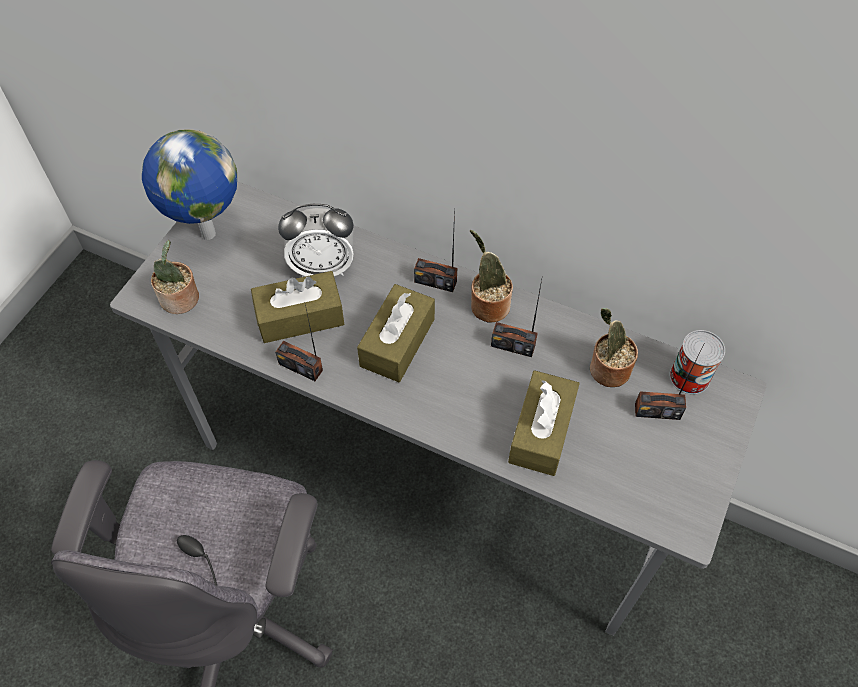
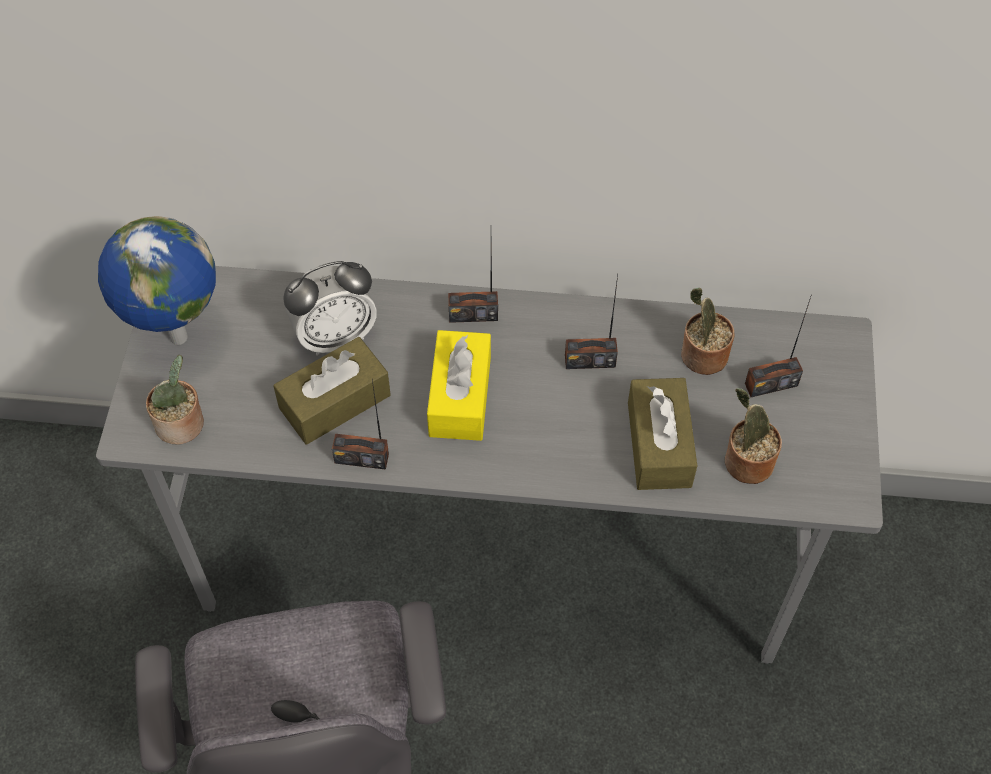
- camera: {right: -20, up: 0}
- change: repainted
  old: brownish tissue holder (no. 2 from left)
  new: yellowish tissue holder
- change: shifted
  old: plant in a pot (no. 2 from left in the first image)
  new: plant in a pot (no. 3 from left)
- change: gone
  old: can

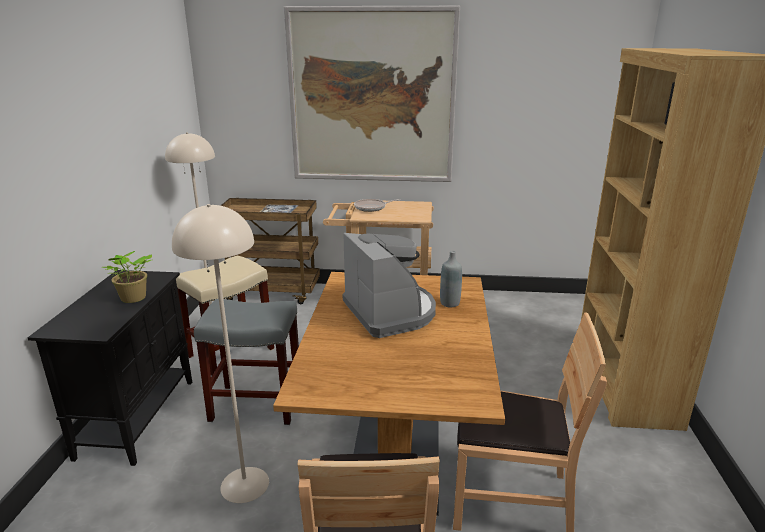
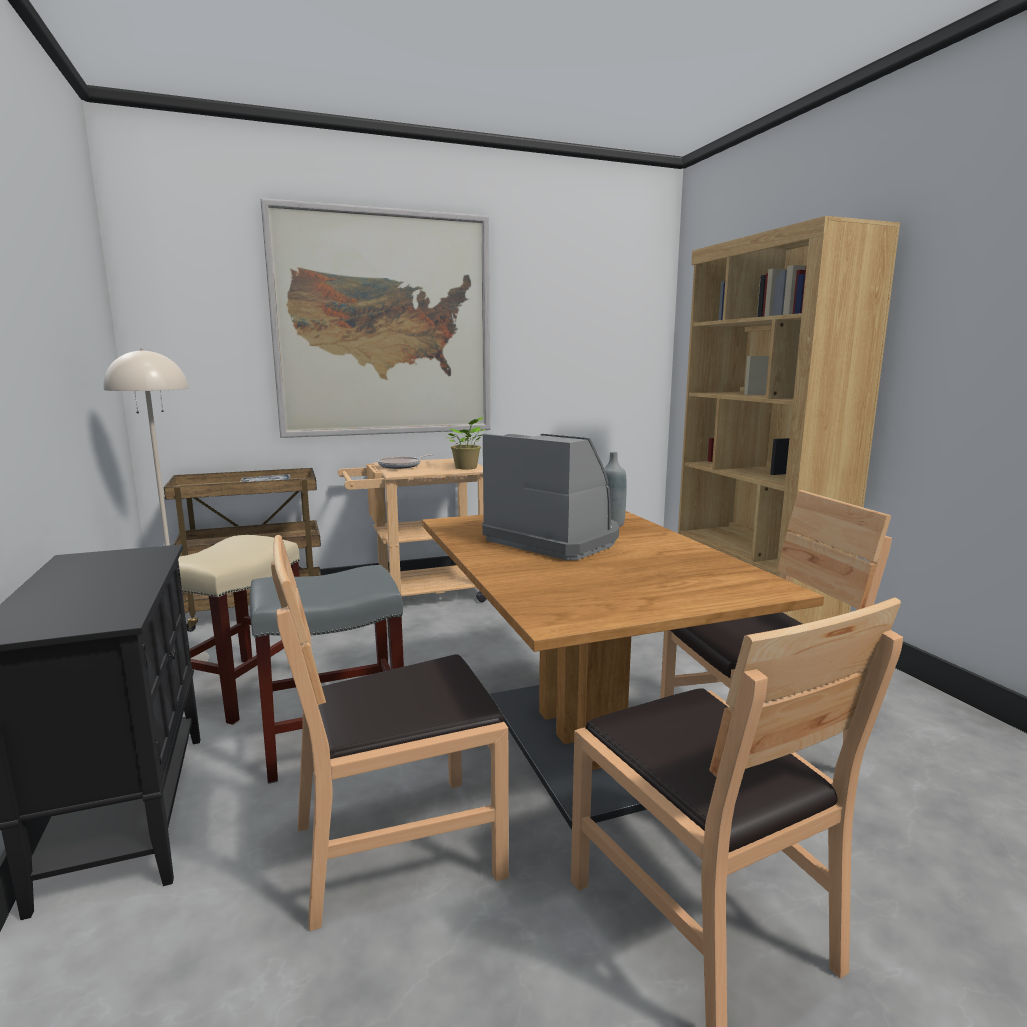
- camera: {right: -25, up: -10}
- change: shifted
  old: plant in a pot
- change: swapped
  old: sand-coloured standard lamp (no. 2 from left)
  new: brownish upright chair (no. 1 from left)

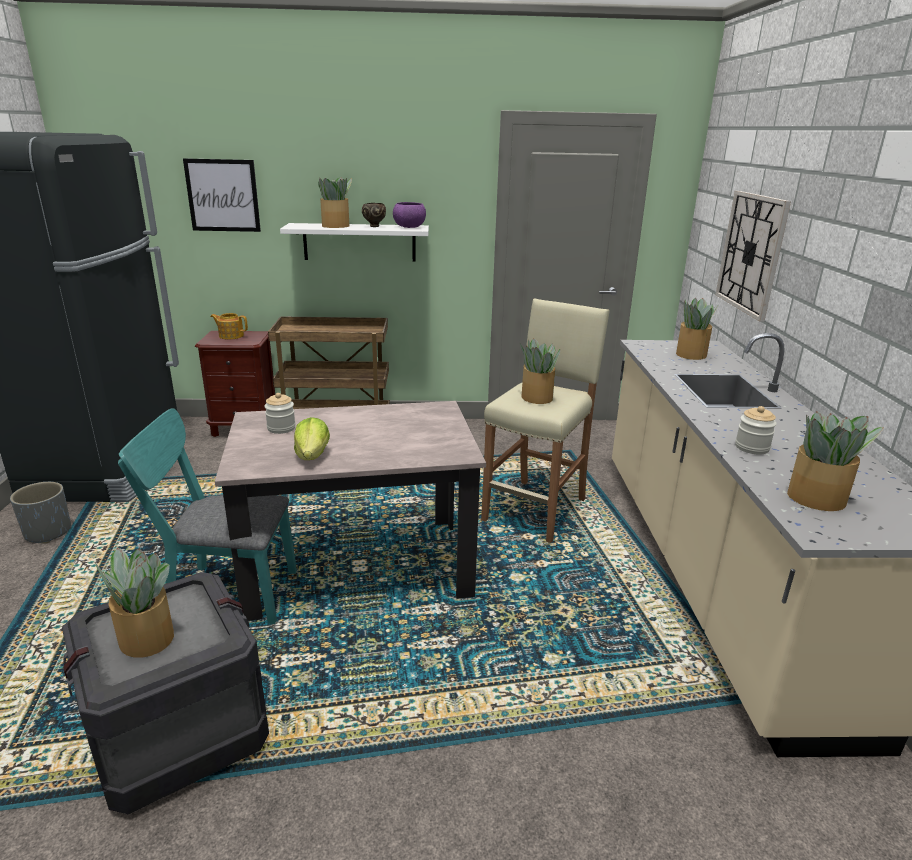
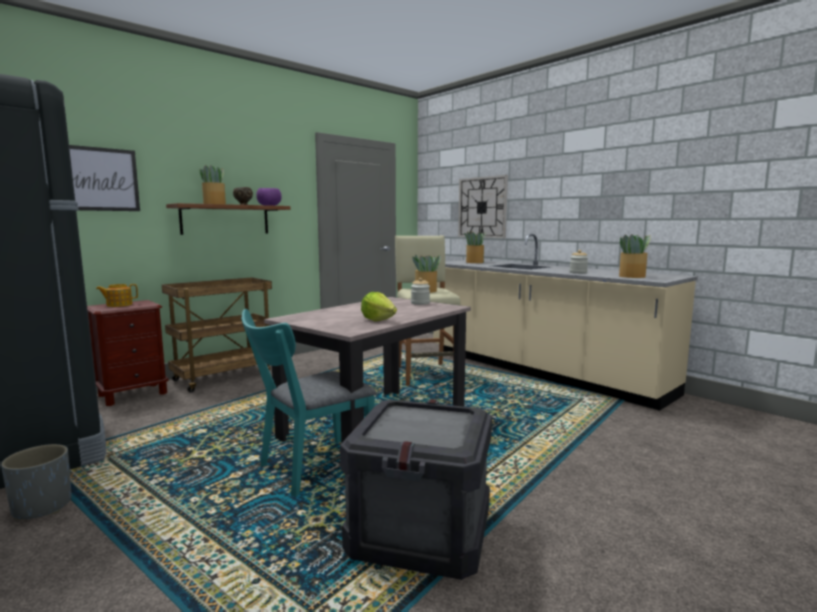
- camera: {right: -40, up: -15}
- change: gone
  old: plant in a pot (no. 1 from left)
- change: shifted
  old: preserve jar (no. 1 from left)
- change: repainted
  old: white-coloured bracket shelf
  new: brownish bracket shelf

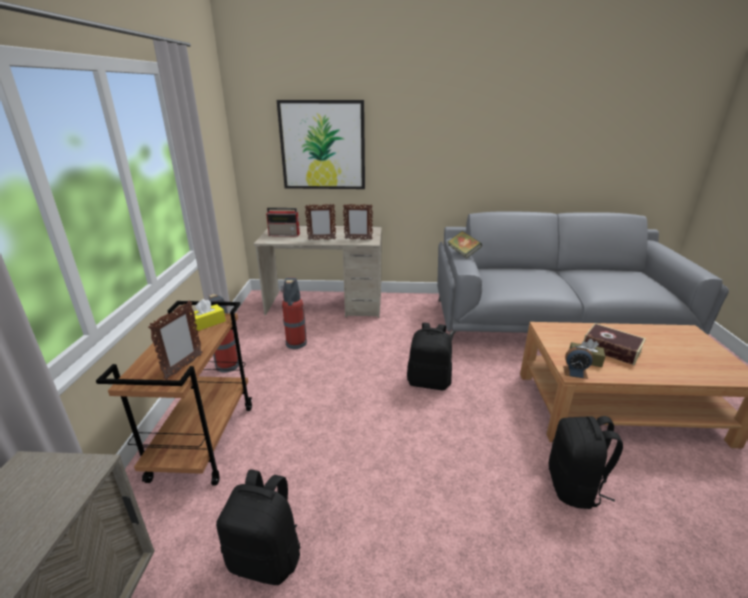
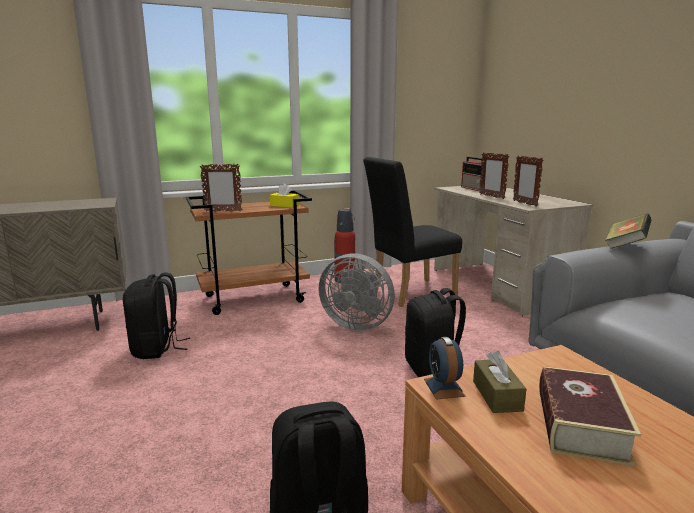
- camera: {right: 65, up: -10}
- change: gone
  old: picture
- change: swapped
  old: fire extinguisher (no. 2 from left)
  new: black upright chair
- change: new
  new: grey fan

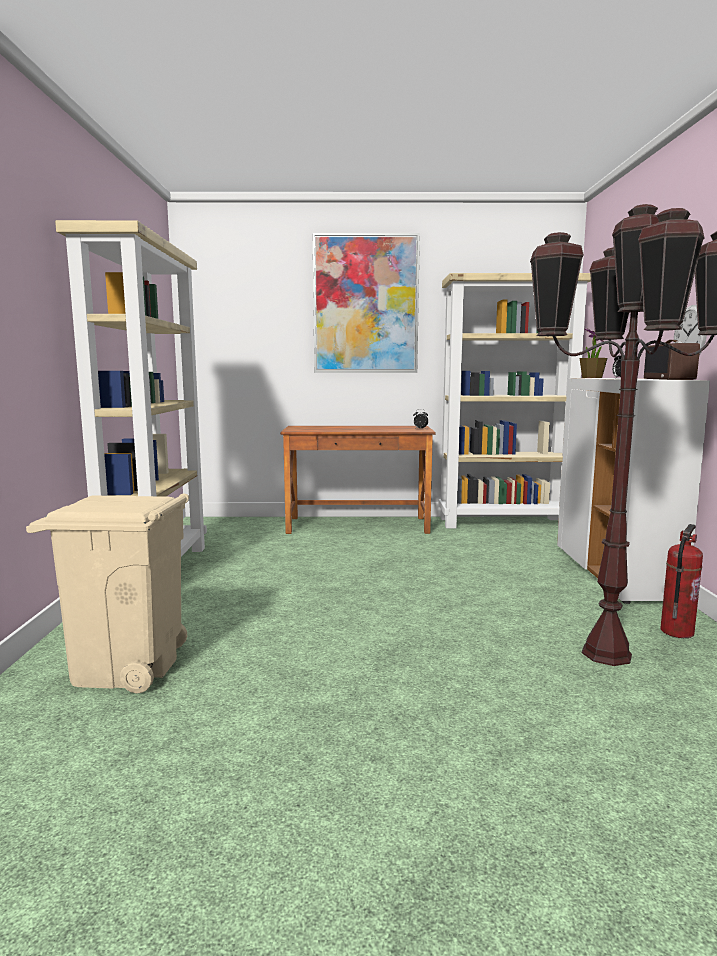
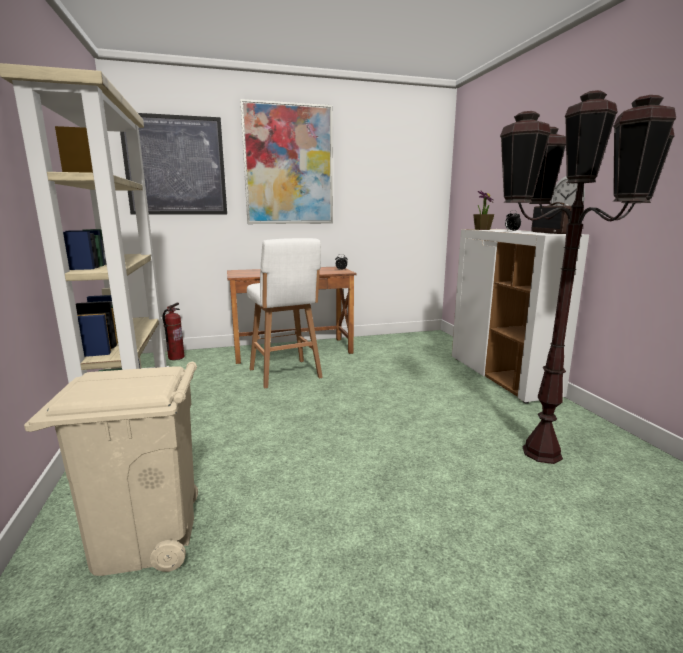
- camera: {right: -15, up: 5}
- change: gone
  old: sand-coloured shelving unit (no. 2 from left)
- change: shifted
  old: fire extinguisher
- change: new
  new: picture (no. 1 from left)
- change: new
  new: white-coloured stool seat

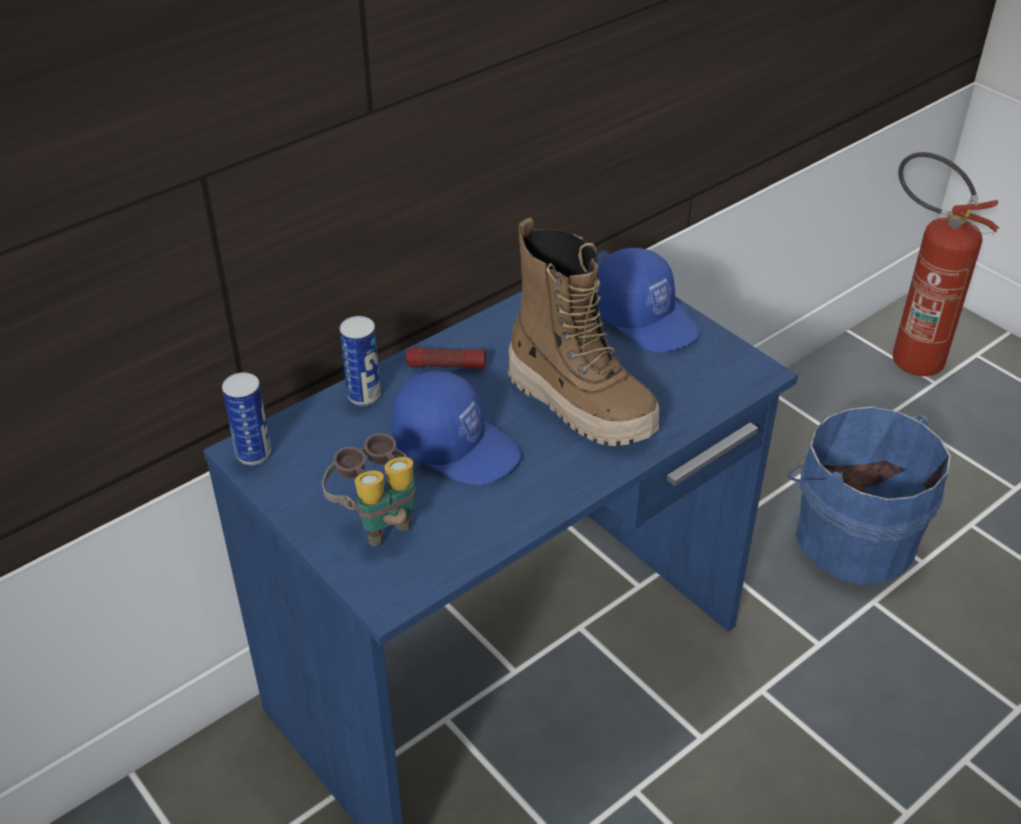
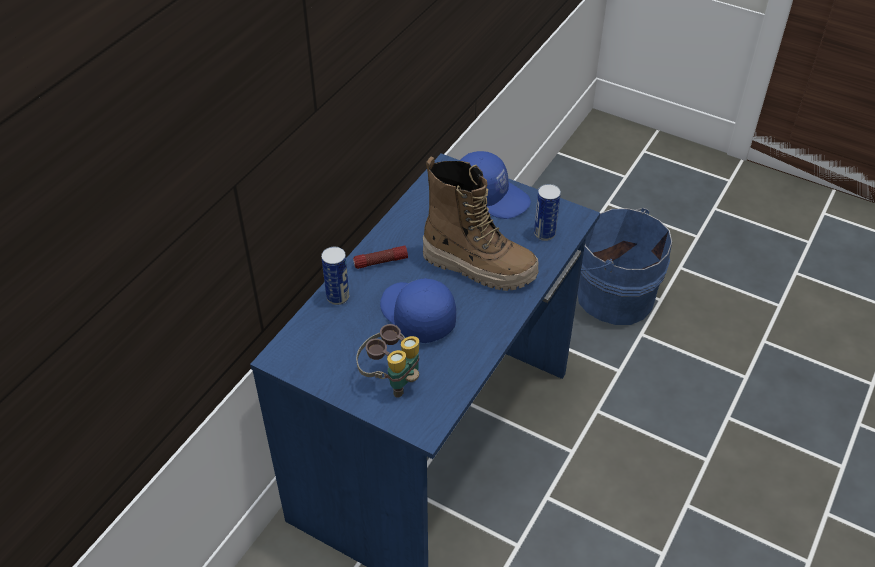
- camera: {right: -20, up: 5}
- change: shifted
  old: can (no. 1 from left in the first image)
  new: can (no. 2 from left)
- change: rotated
  old: blue-coloured peaked cap (no. 1 from left)
  degrees: -135
- change: gone
  old: fire extinguisher

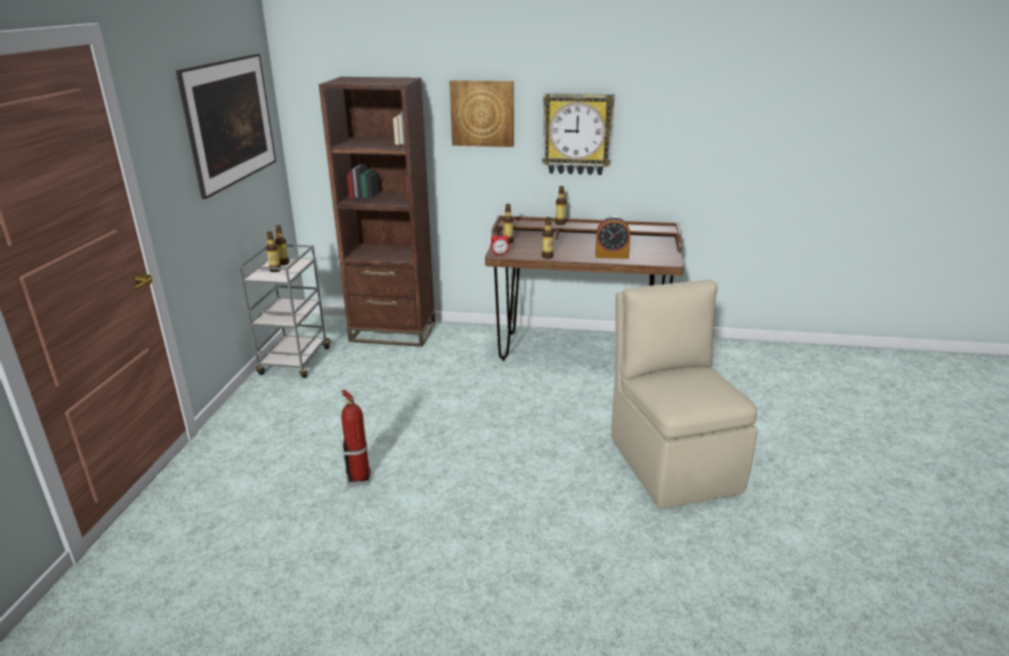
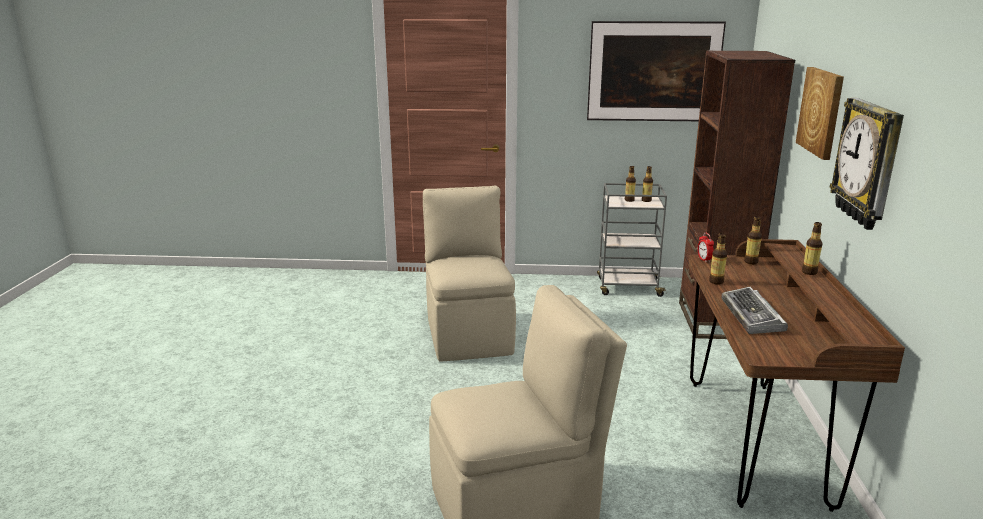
- camera: {right: 85, up: -5}
- change: swapped
  old: fire extinguisher
  new: sand-coloured upright chair (no. 1 from left)
- change: swapped
  old: table clock (no. 2 from left)
  new: PC keyboard

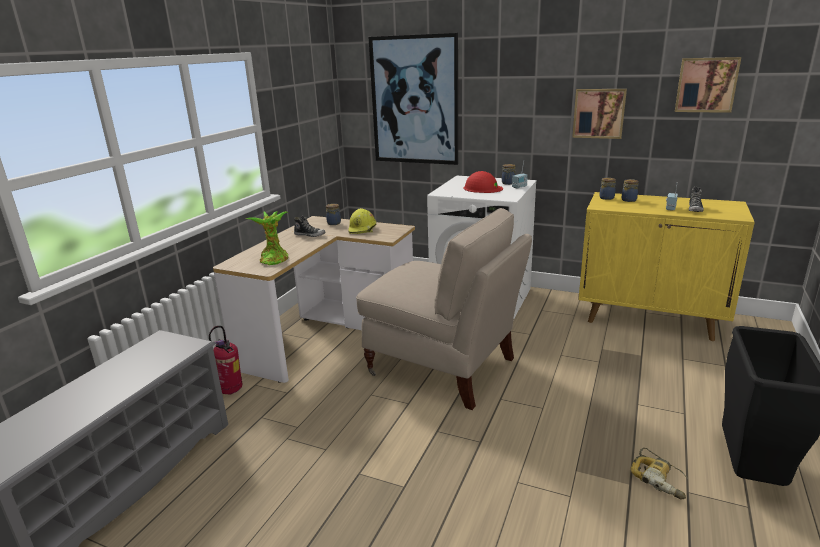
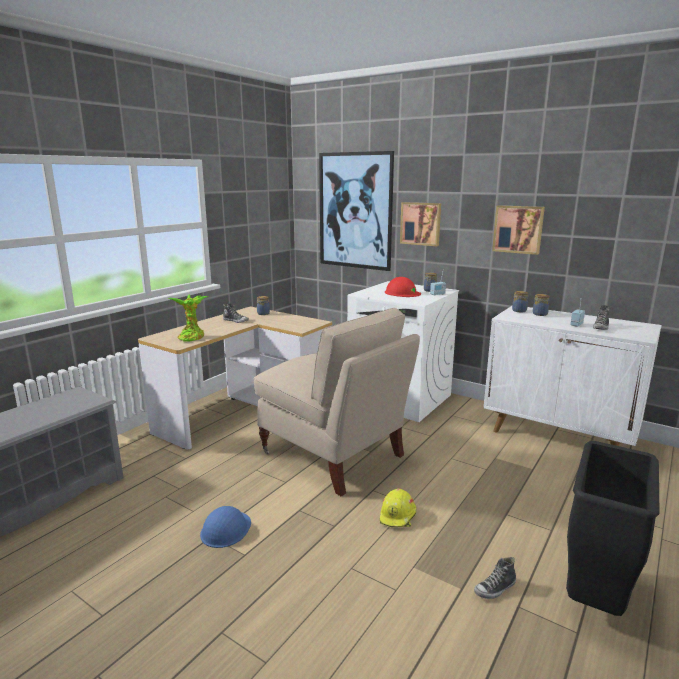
- camera: {right: 10, up: -5}
- change: gone
  old: fire extinguisher
- change: shifted
  old: yellowish hard hat
- change: repainted
  old: yellowish cabinet
  new: white-coloured cabinet
- change: swapped
  old: power drill
  new: shoe (no. 2 from left)
- change: shifted
  old: picture (no. 3 from left in the first image)
  new: picture (no. 2 from left)
- change: new
  new: blue-coloured hard hat

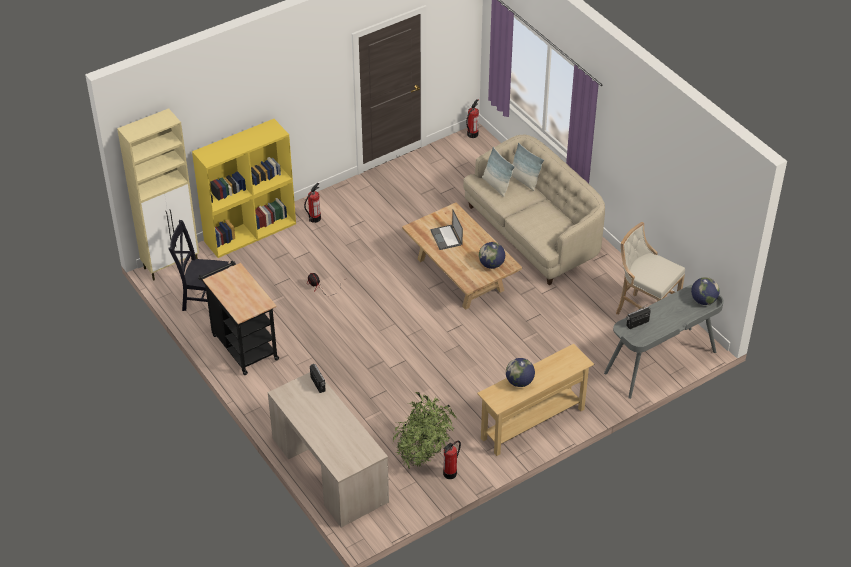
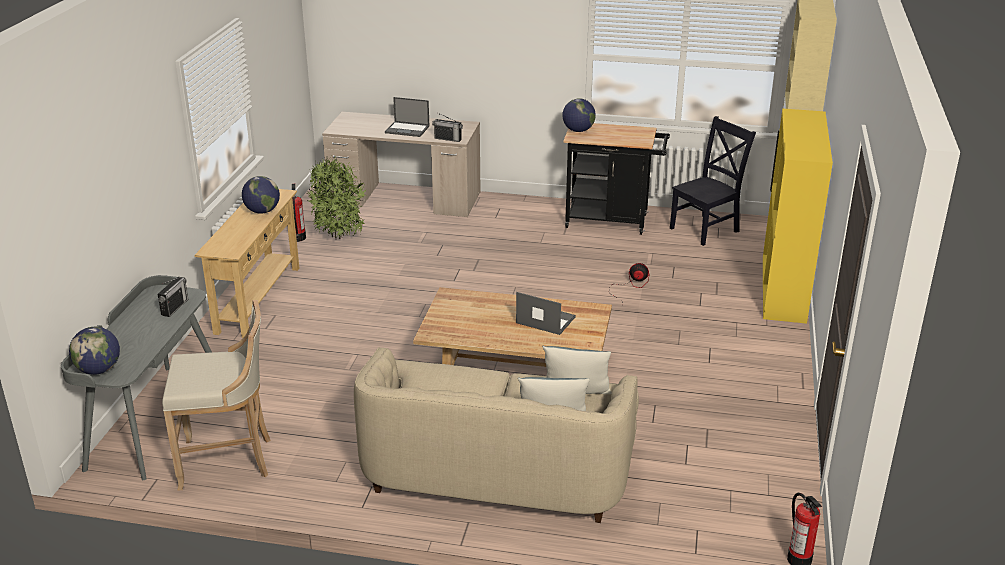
- camera: {right: 135, up: -15}
- change: gone
  old: fire extinguisher (no. 1 from left)
- change: shifted
  old: globe (no. 1 from left in the first image)
  new: globe (no. 3 from left)
- change: new
  new: laptop (no. 1 from left)

